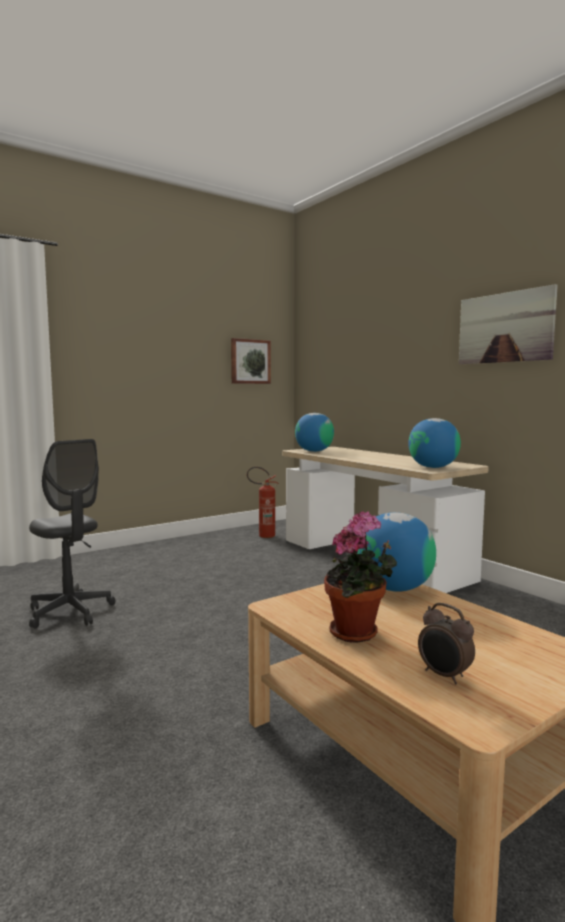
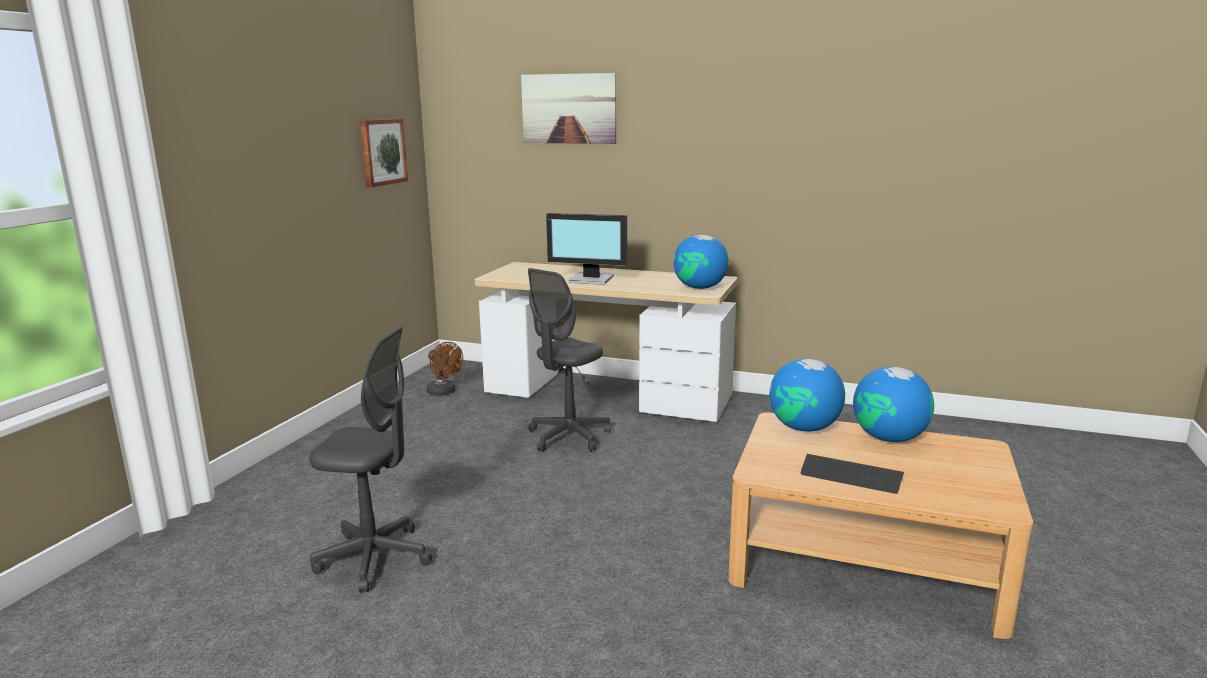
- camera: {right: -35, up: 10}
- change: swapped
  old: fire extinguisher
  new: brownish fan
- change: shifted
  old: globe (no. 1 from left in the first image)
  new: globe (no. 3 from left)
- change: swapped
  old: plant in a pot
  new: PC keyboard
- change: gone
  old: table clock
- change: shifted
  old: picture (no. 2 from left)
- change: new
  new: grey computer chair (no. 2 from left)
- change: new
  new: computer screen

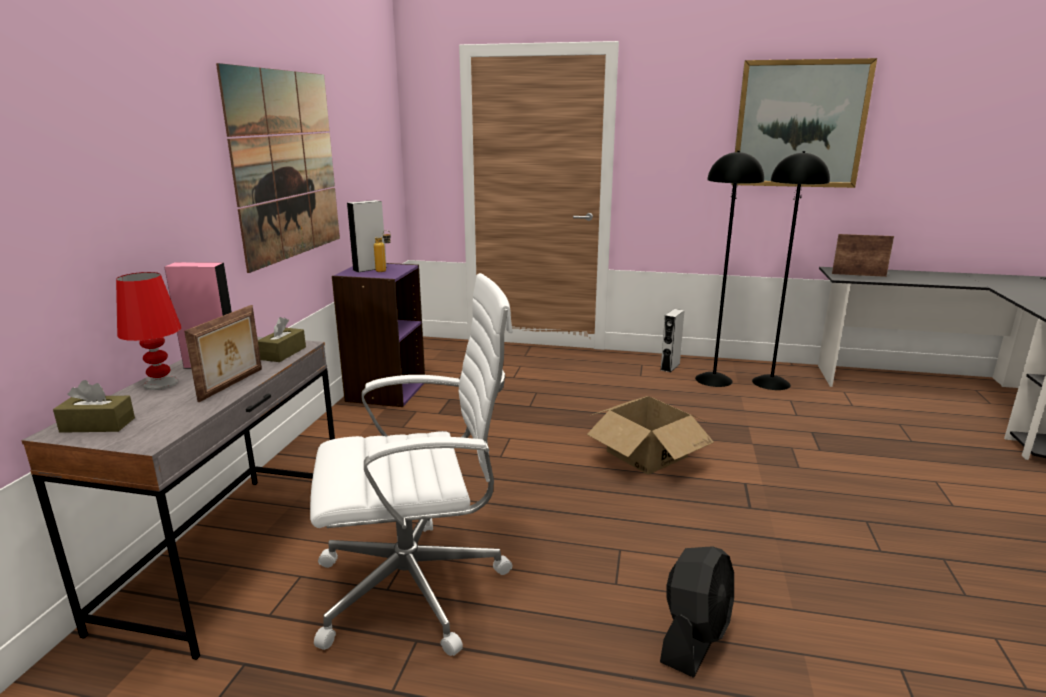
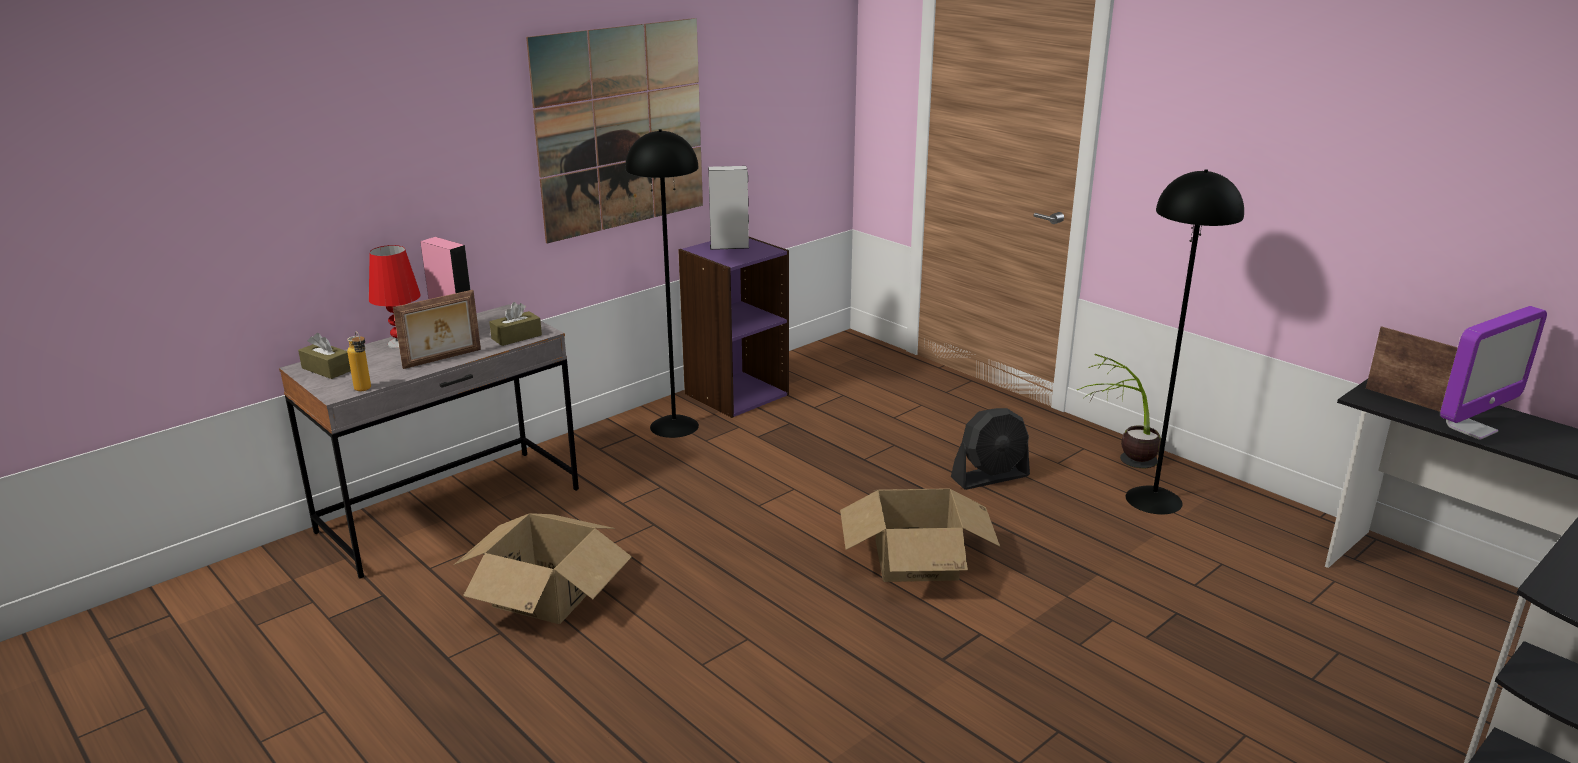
- camera: {right: 35, up: 5}
- change: swapped
  old: white-coloured computer chair
  new: cardboard box (no. 1 from left)
- change: shifted
  old: drink bottle
- change: shifted
  old: black fan
- change: swapped
  old: grey loudspeaker (no. 2 from left)
  new: plant in a pot
- change: gone
  old: picture (no. 2 from left)
- change: shifted
  old: black standard lamp (no. 2 from left in the first image)
  new: black standard lamp (no. 1 from left)
- change: new
  new: computer screen

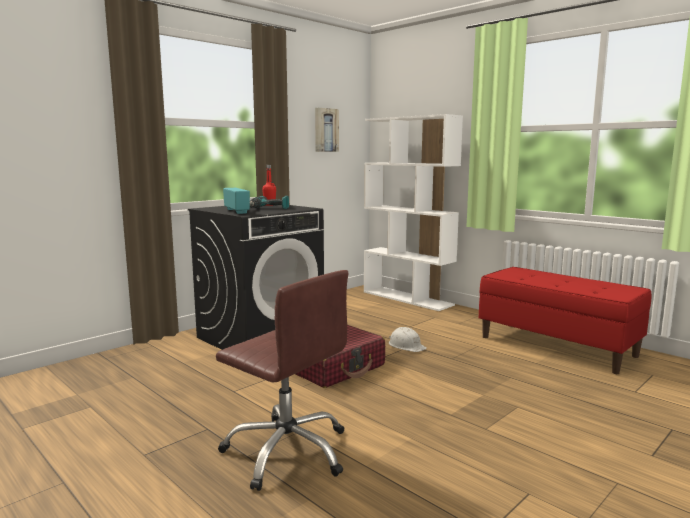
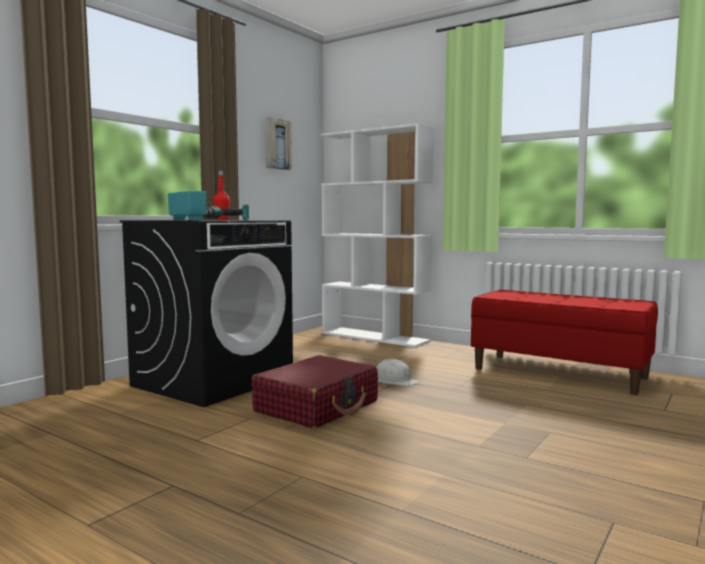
- camera: {right: -10, up: -5}
- change: gone
  old: brownish computer chair

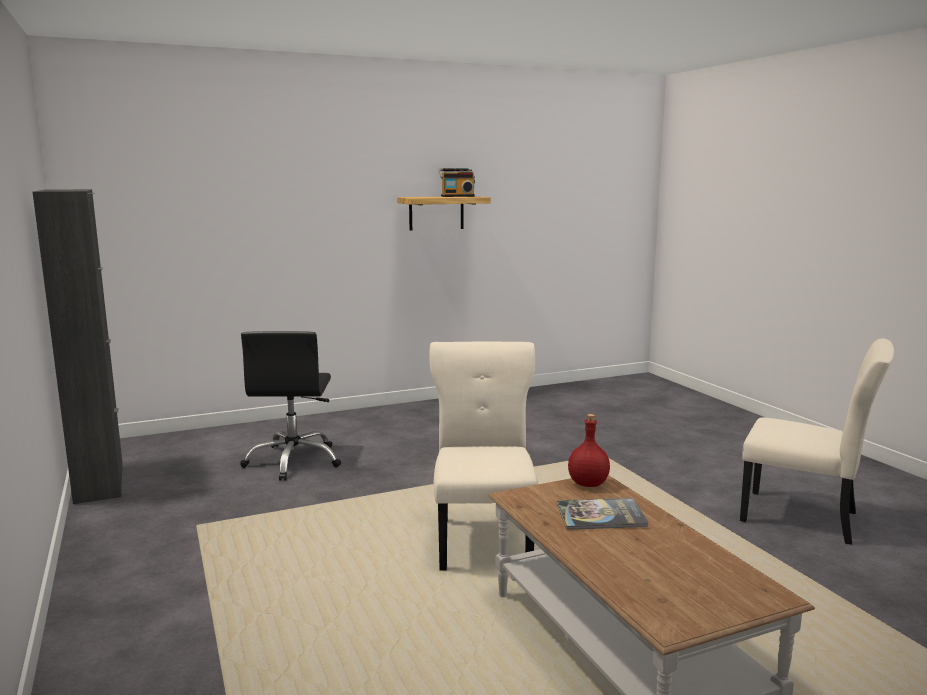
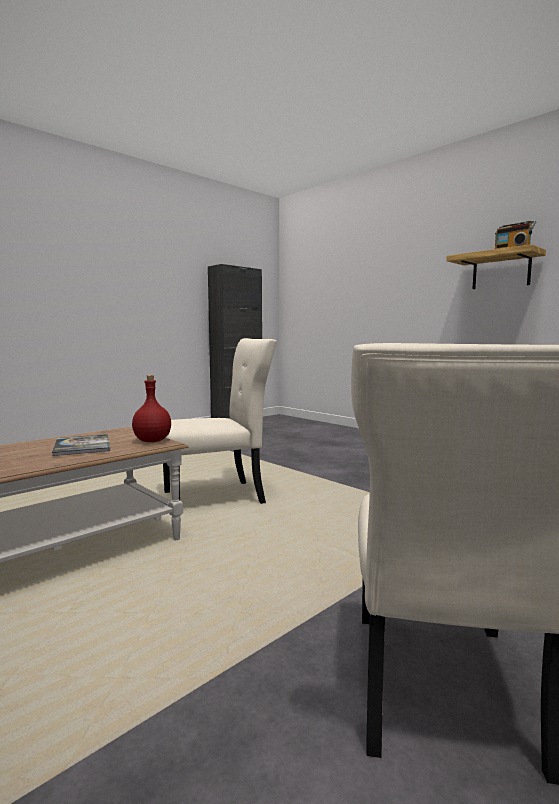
- camera: {right: 70, up: -5}
- change: gone
  old: black computer chair

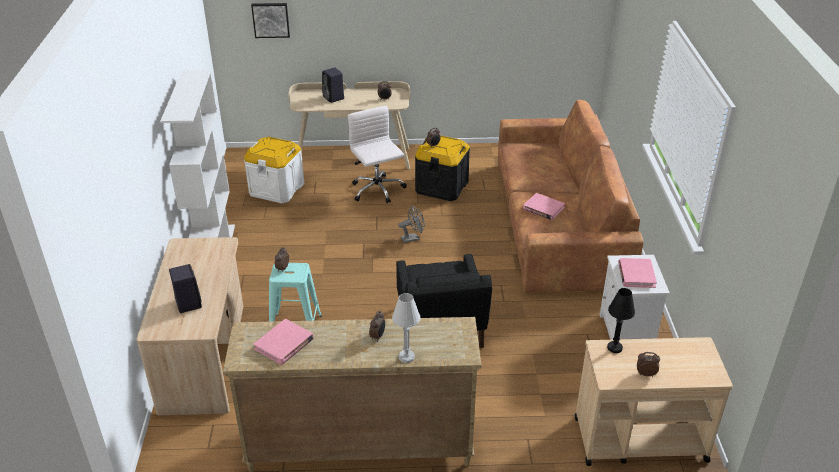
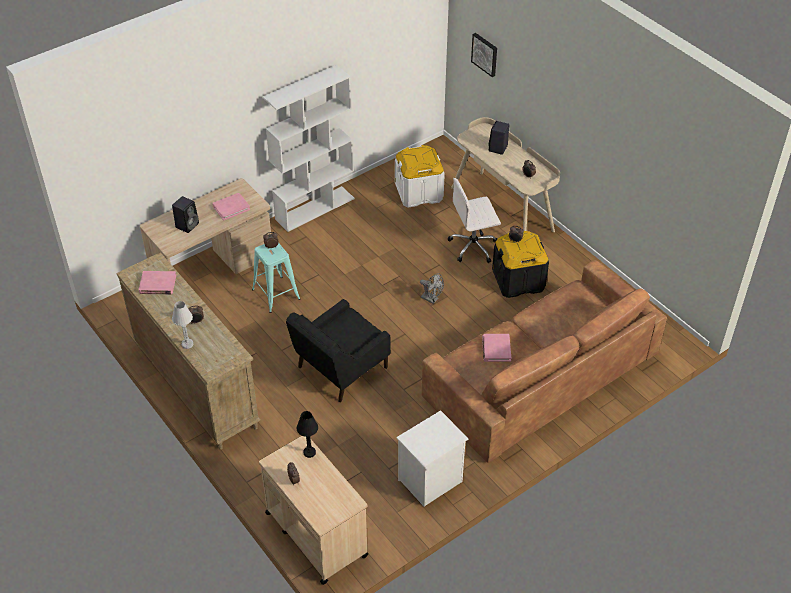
- camera: {right: 55, up: 10}
- change: rotated
  old: white-coloured computer chair
  degrees: -135
- change: shifted
  old: pink-coloured book (no. 3 from left in the first image)
  new: pink-coloured book (no. 2 from left)

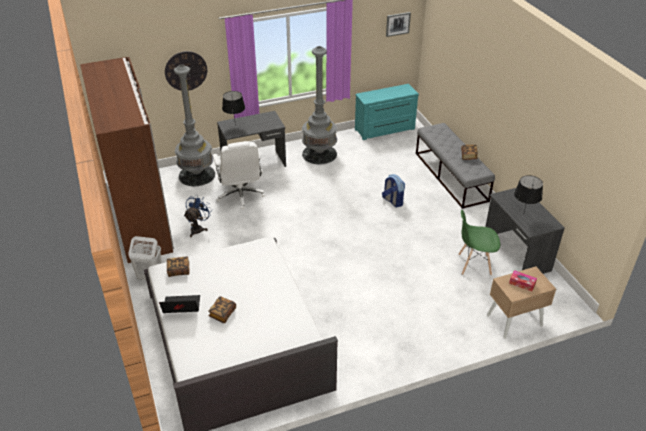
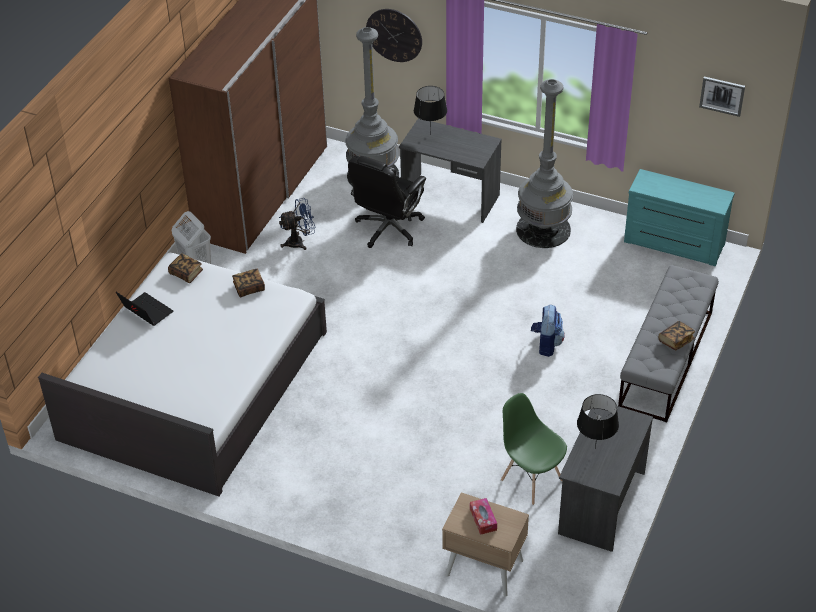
- camera: {right: 45, up: 5}
- change: shifted
  old: book (no. 2 from left)
- change: repainted
  old: white-coloured computer chair
  new: black computer chair

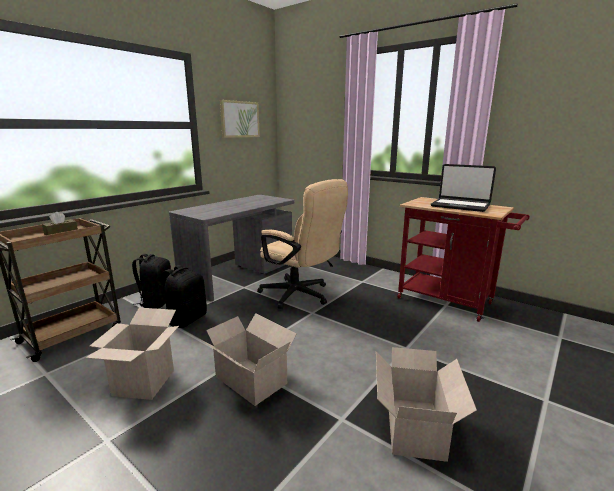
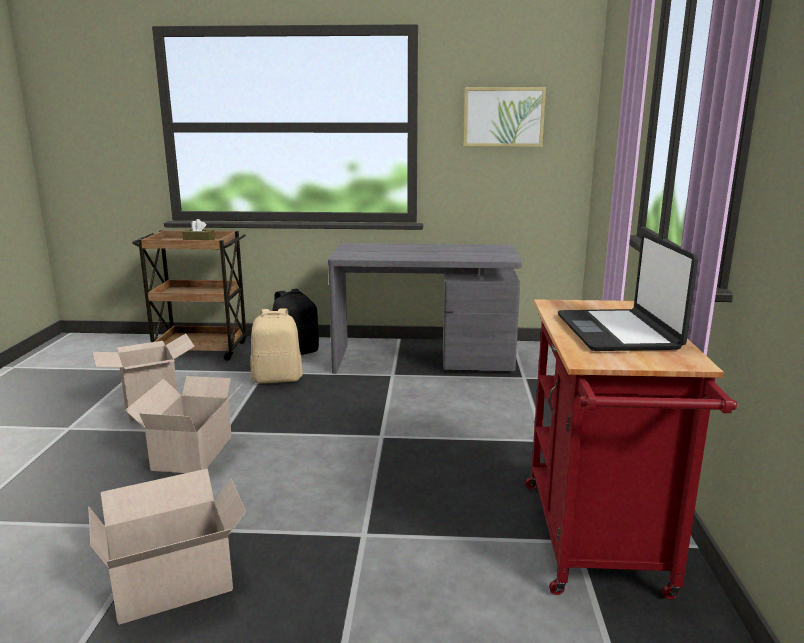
- camera: {right: 55, up: 0}
- change: repainted
  old: black rucksack (no. 2 from left)
  new: sand-coloured rucksack
- change: gone
  old: sand-coloured computer chair

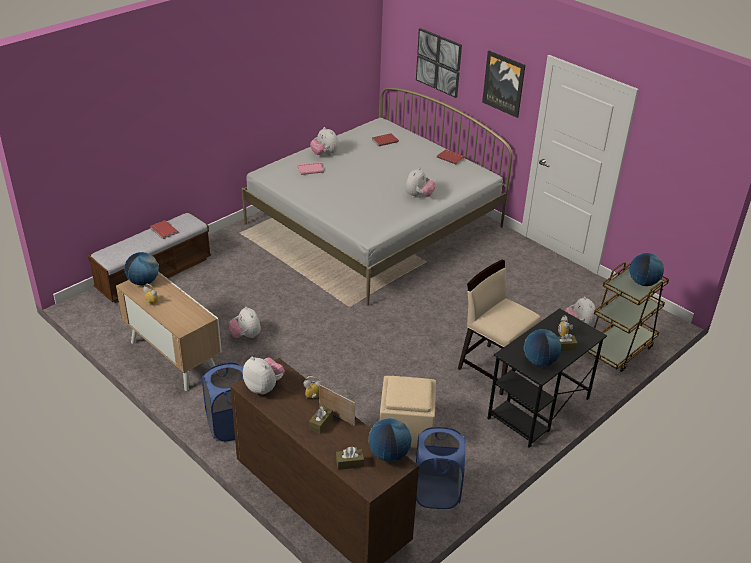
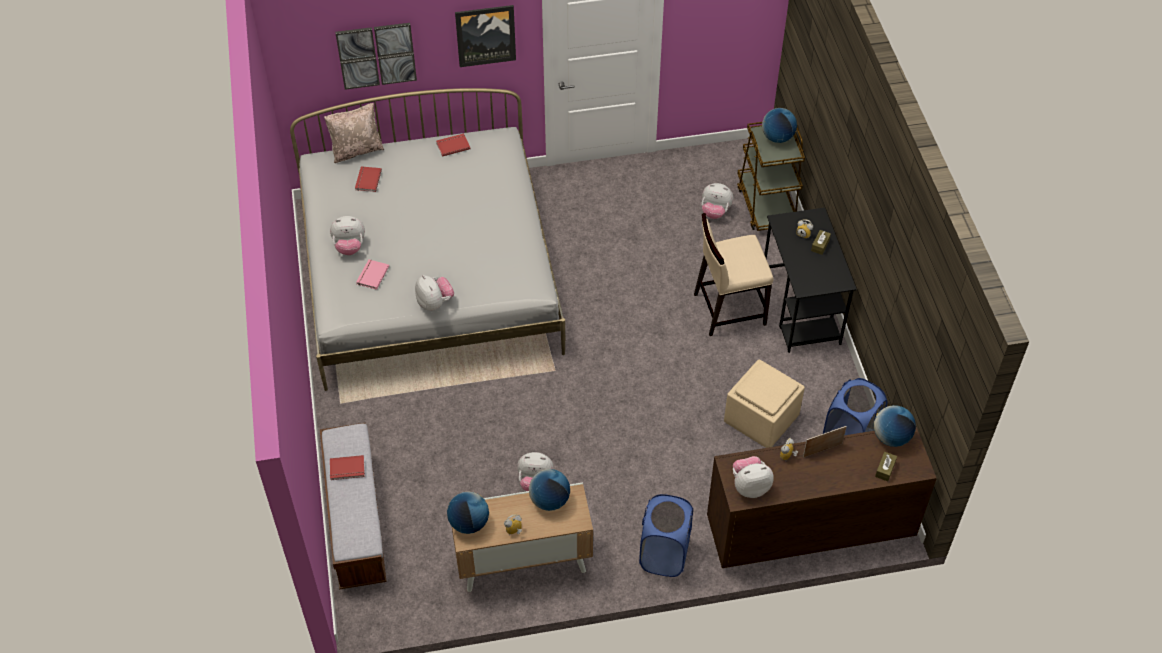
- camera: {right: -55, up: 15}
- change: gone
  old: brownish tissue holder (no. 1 from left)
- change: shifted
  old: soft toy (no. 4 from left in the first image)
  new: soft toy (no. 2 from left)
- change: shifted
  old: globe (no. 3 from left in the first image)
  new: globe (no. 2 from left)
- change: new
  new: sand-coloured cushion

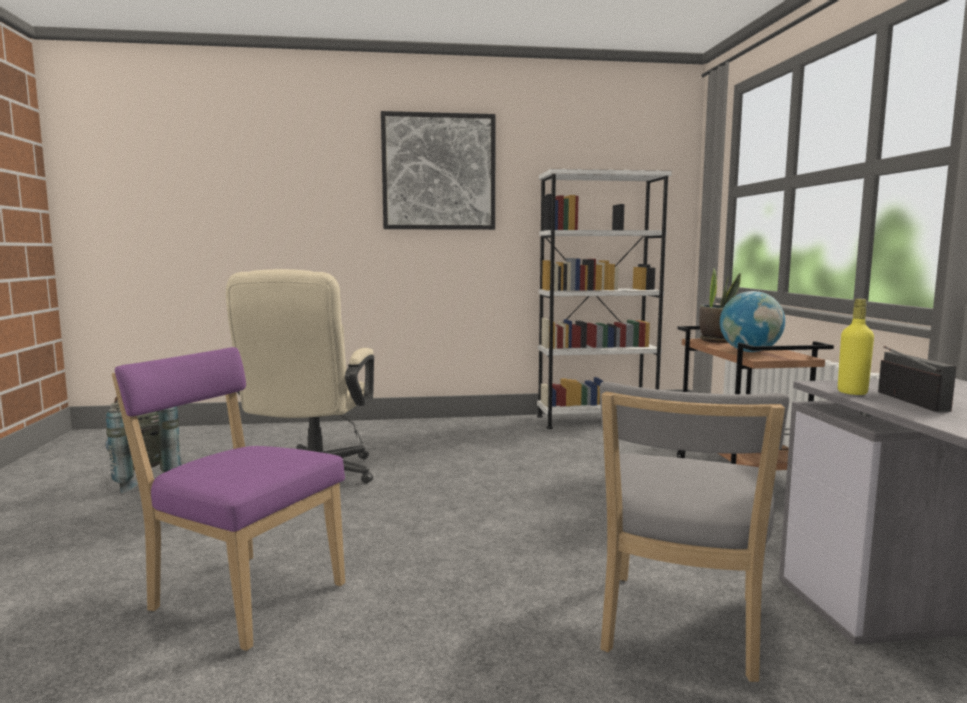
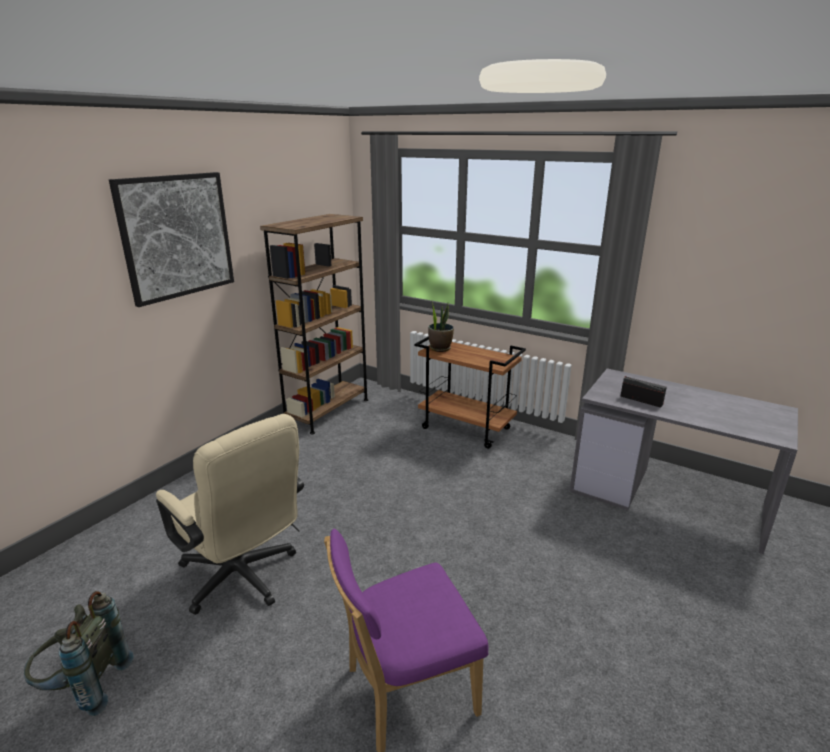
- camera: {right: -50, up: 15}
- change: repainted
  old: white-coloured shelving unit
  new: brownish shelving unit
- change: gone
  old: grey upright chair
- change: gone
  old: globe
- change: gone
  old: yellowish drink bottle

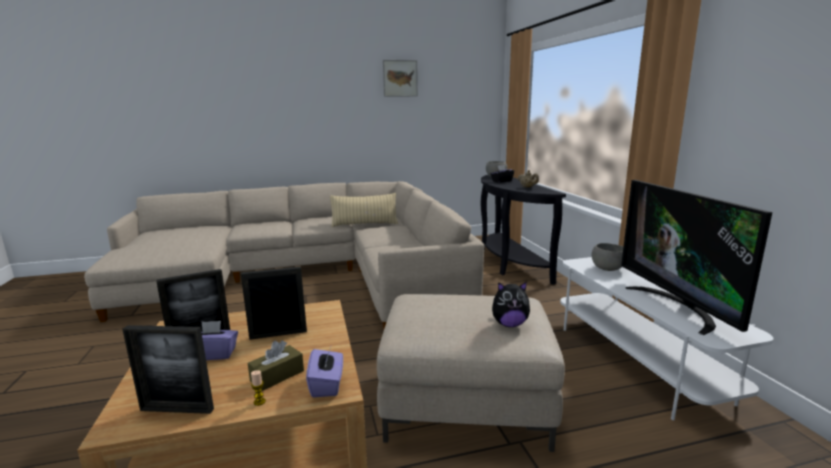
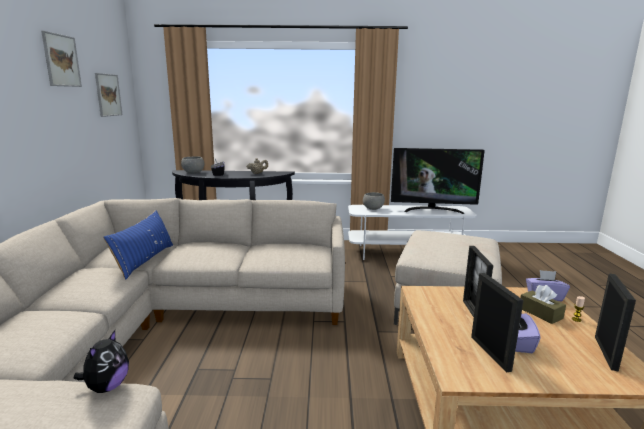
- camera: {right: -75, up: 0}
- change: repainted
  old: sand-coloured cushion
  new: blue-coloured cushion
- change: shifted
  old: soft toy
- change: new
  new: picture (no. 2 from left)

